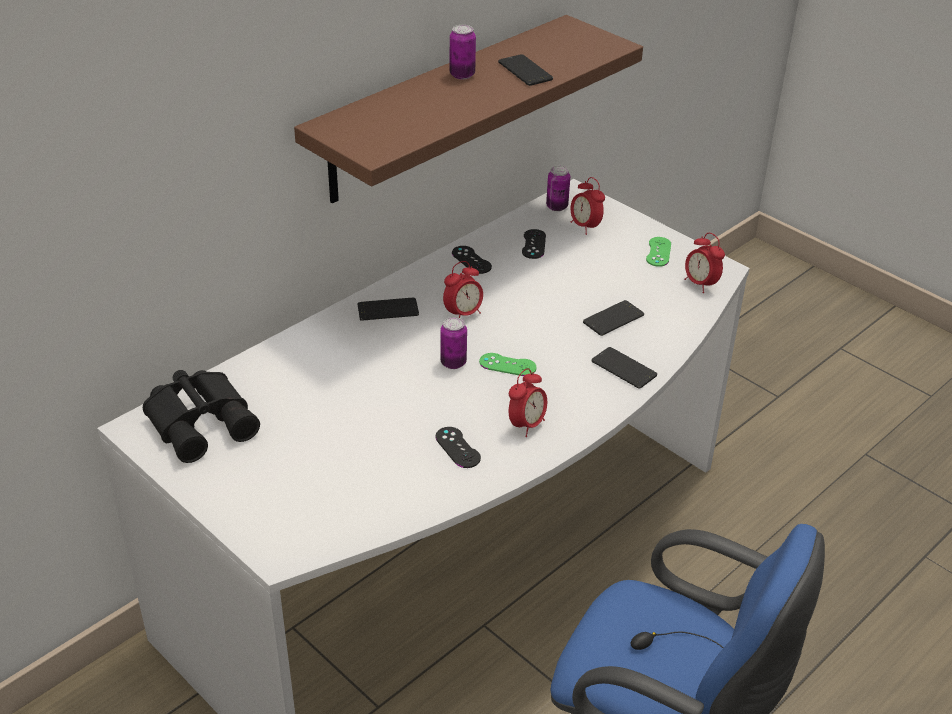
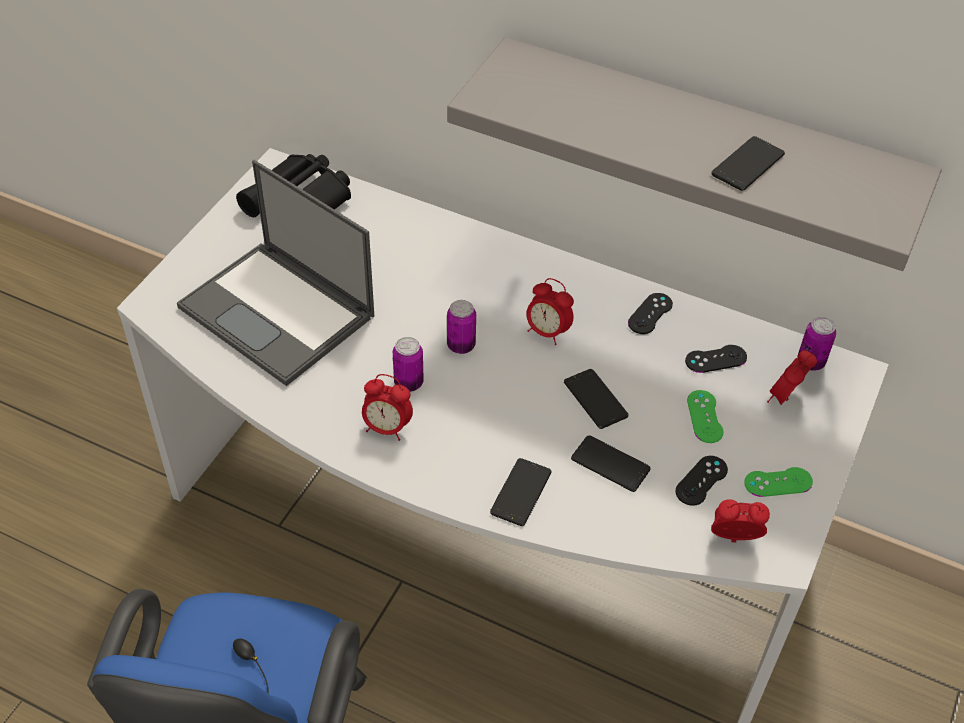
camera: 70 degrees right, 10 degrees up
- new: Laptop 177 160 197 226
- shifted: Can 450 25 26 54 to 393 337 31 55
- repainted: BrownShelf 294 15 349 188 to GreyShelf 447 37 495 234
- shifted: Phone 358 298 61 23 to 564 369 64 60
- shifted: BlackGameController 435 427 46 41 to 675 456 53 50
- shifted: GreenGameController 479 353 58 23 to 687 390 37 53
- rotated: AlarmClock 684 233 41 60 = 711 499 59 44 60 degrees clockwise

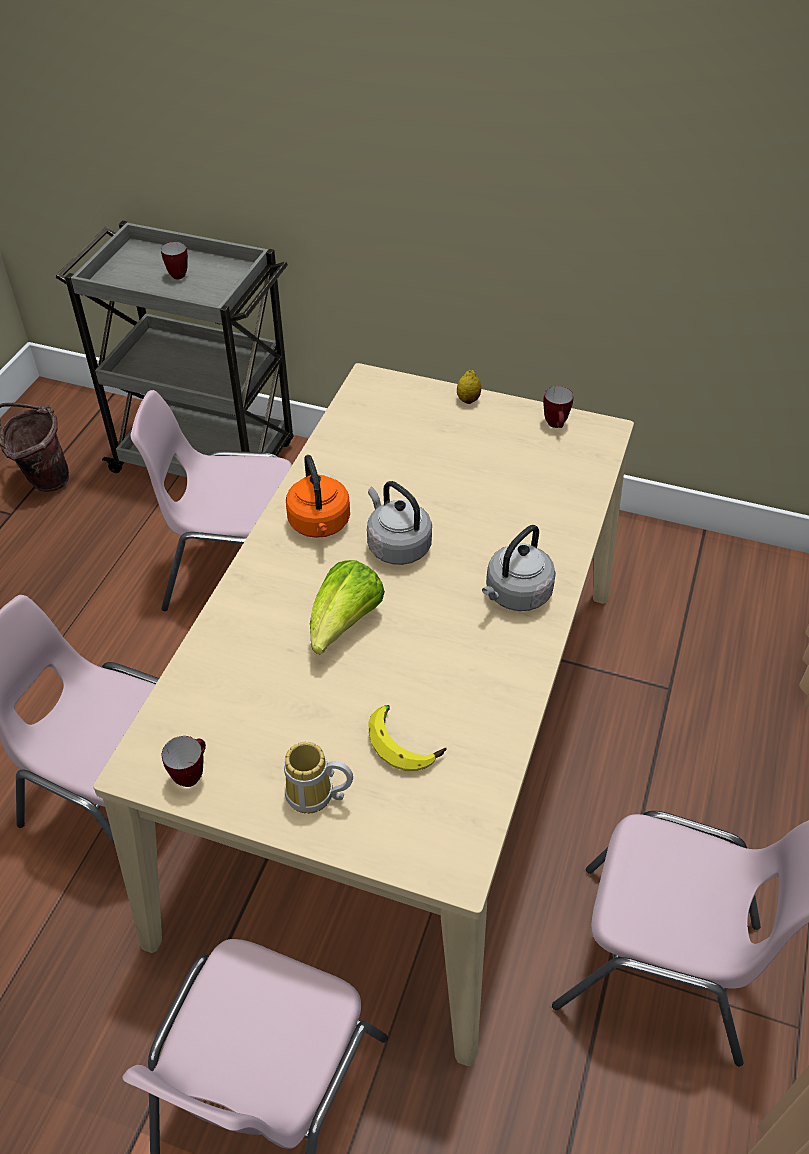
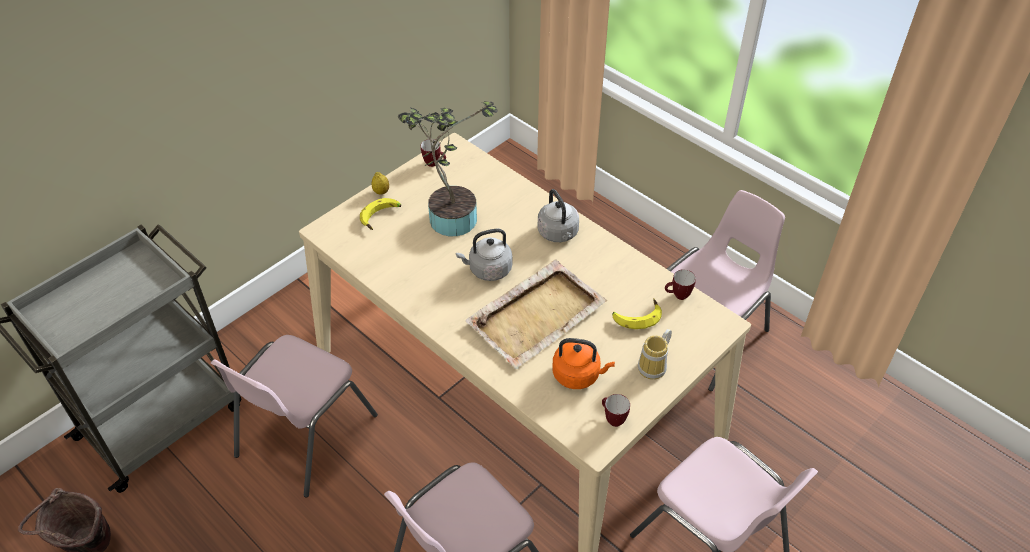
camera: 65 degrees left, 0 degrees up
- new: Banana 360 198 41 32
- new: PottedPlant 398 101 100 135
- swapped: Lettuce 310 560 75 94 to BeigeTray 465 259 142 110
- shifted: OrangeKettle 286 455 64 83 to 552 338 63 51
- shifted: Mug 161 242 27 37 to 665 269 31 31

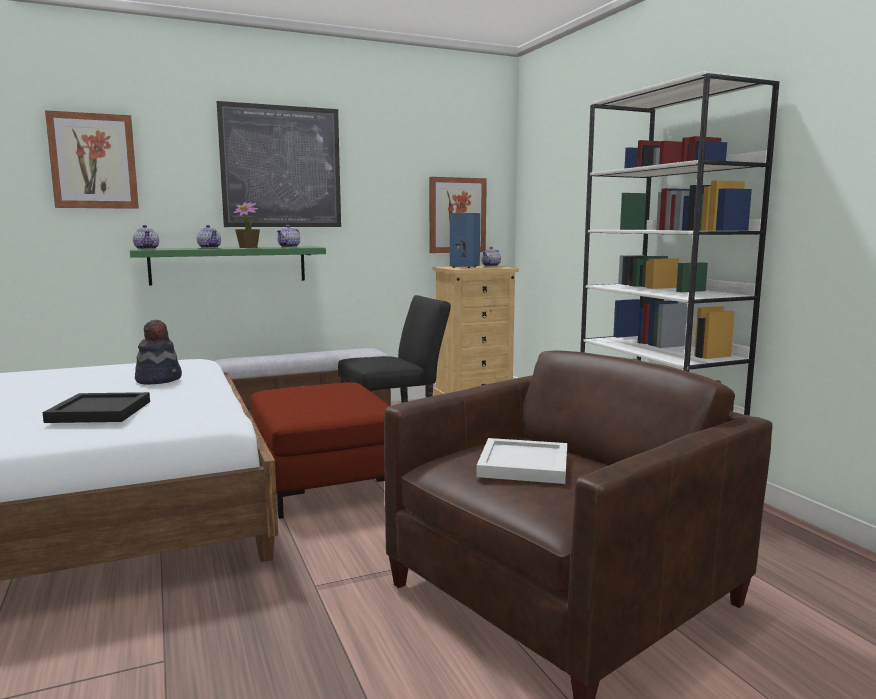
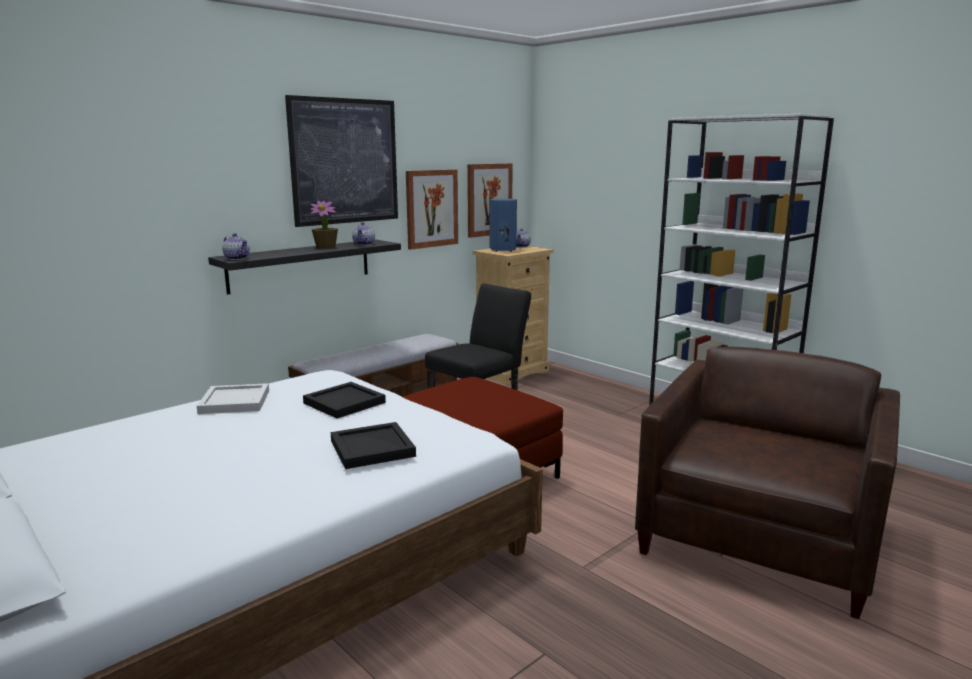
camera: 20 degrees left, 5 degrees up
- shifted: WhiteTray 476 438 91 46 to 197 383 72 31
- repainted: GreenShelf 130 246 196 40 to BlackShelf 208 240 193 55
- swapped: Hat 135 320 47 65 to BlackTray 303 382 83 37
- shifted: Picture 45 110 94 99 to 406 169 52 81
- gone: Teapot 197 225 24 23

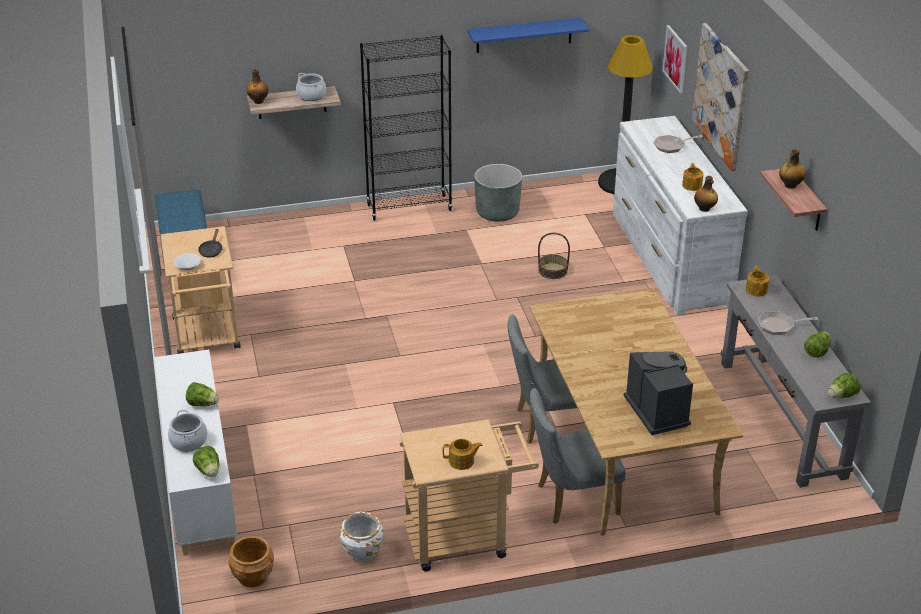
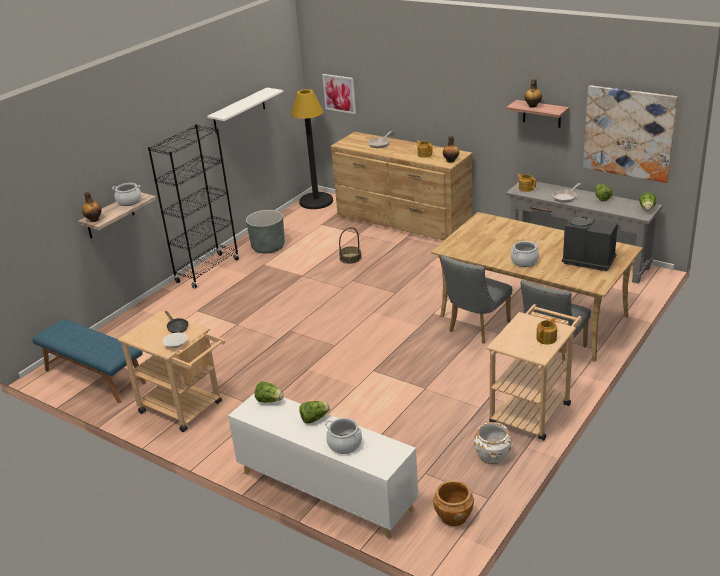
camera: 40 degrees left, 5 degrees down
- repainted: BlueShelf 467 17 123 36 to WhiteShelf 207 88 76 45
- shifted: Lettuce 193 446 26 31 to 254 382 30 21
- repainted: WhiteDresser 613 116 135 200 to BrownDresser 331 132 142 108
- new: CookingPot 511 241 28 26
- shifted: Picture 692 23 57 148 to 583 85 95 98

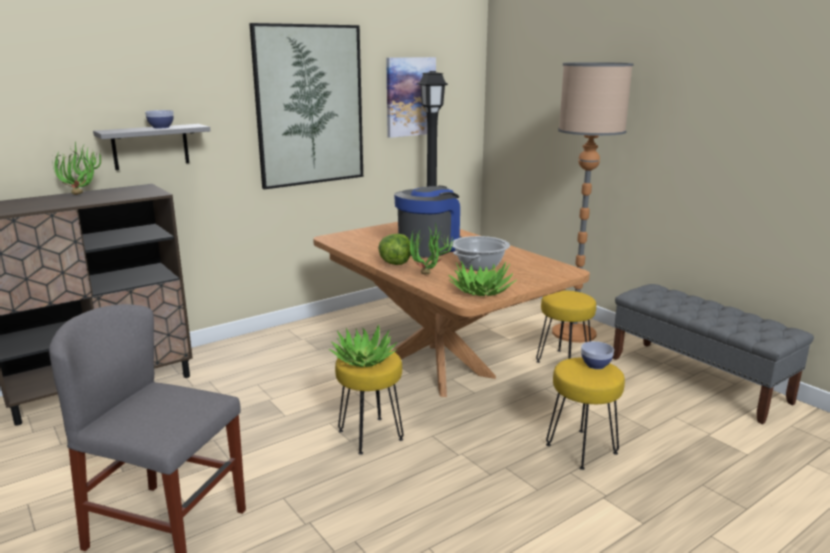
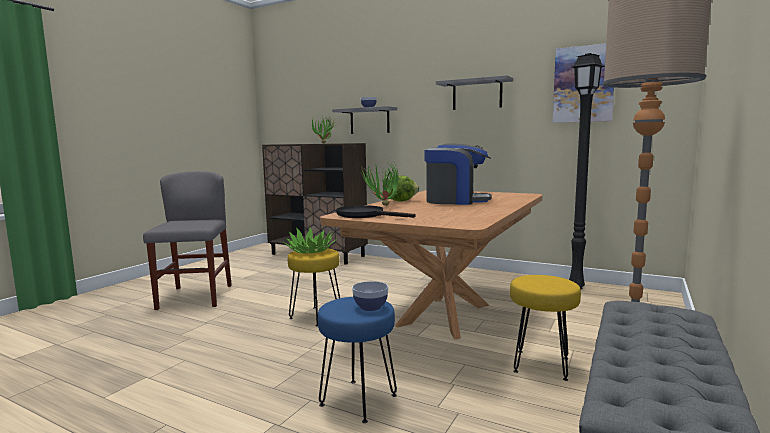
camera: 65 degrees right, 10 degrees down
- repainted: YellowStool 546 358 79 112 to BlueStool 318 297 79 126
- swapped: PottedPlant 448 261 68 35 to BlackFryingPan 336 205 80 13
- swapped: Picture 249 23 114 166 to GreyShelf 436 75 77 35
- gone: CookingPot 452 236 58 35

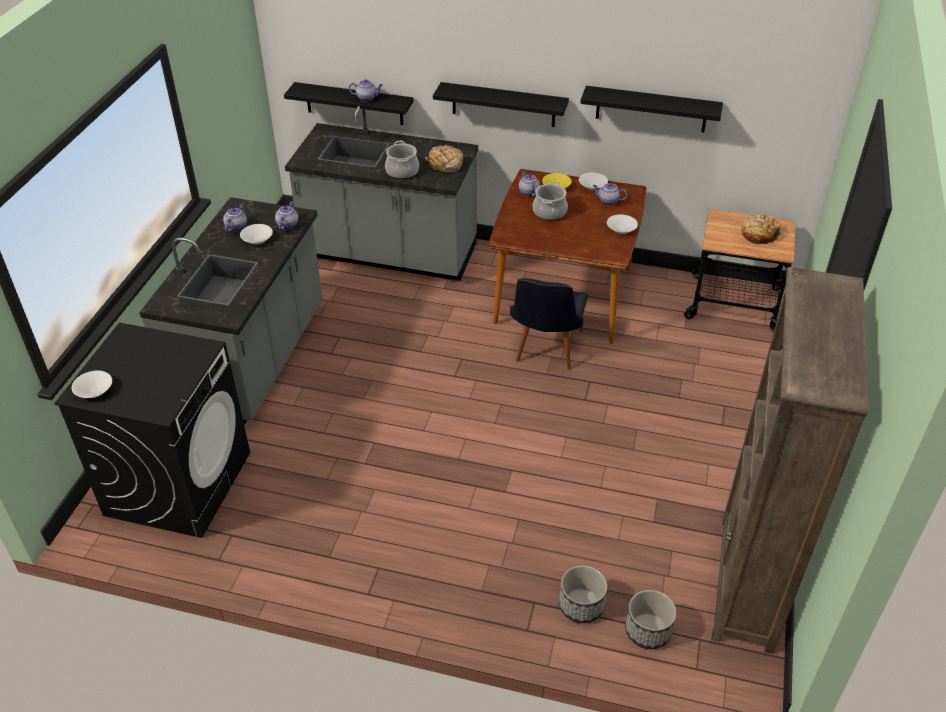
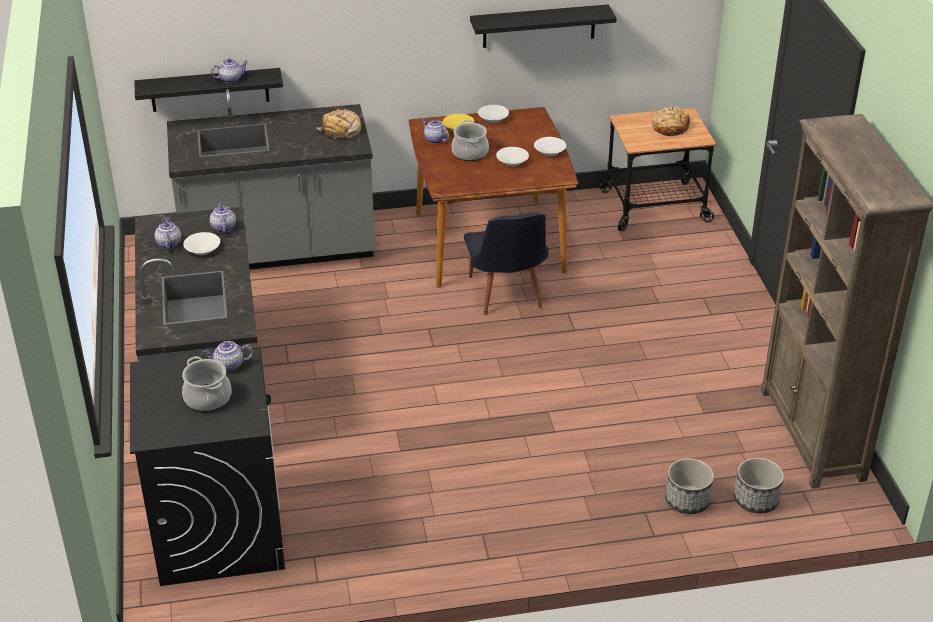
camera: 25 degrees left, 5 degrees down
- shifted: CookingPot 385 141 34 38 to 182 356 49 55
- shifted: Teapot 593 183 34 23 to 203 341 50 31
- shifted: WhiteBowl 72 371 40 27 to 496 147 33 19
- gone: BlackShelf 433 82 136 45

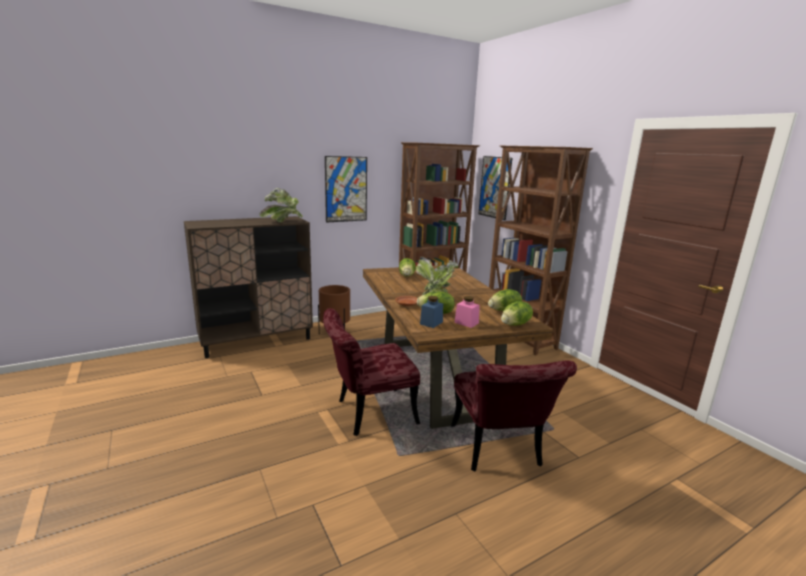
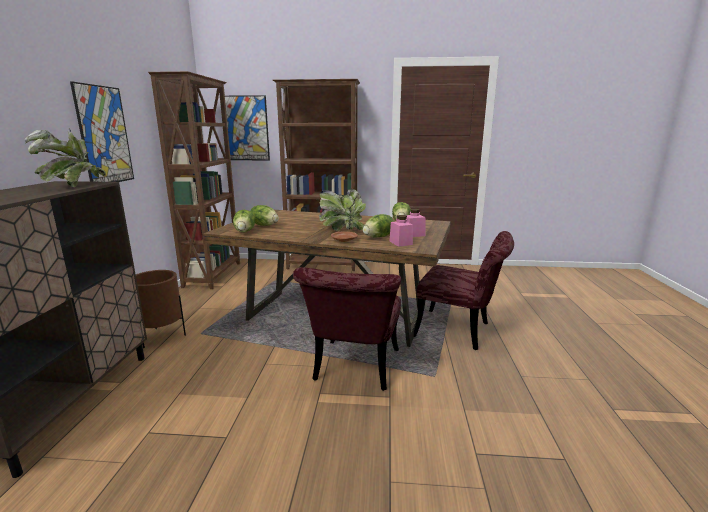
camera: 55 degrees left, 0 degrees up
- shifted: Lettuce 501 301 32 25 to 233 210 22 22
- repainted: BlueJar 420 296 23 32 to PinkJar 389 215 24 32

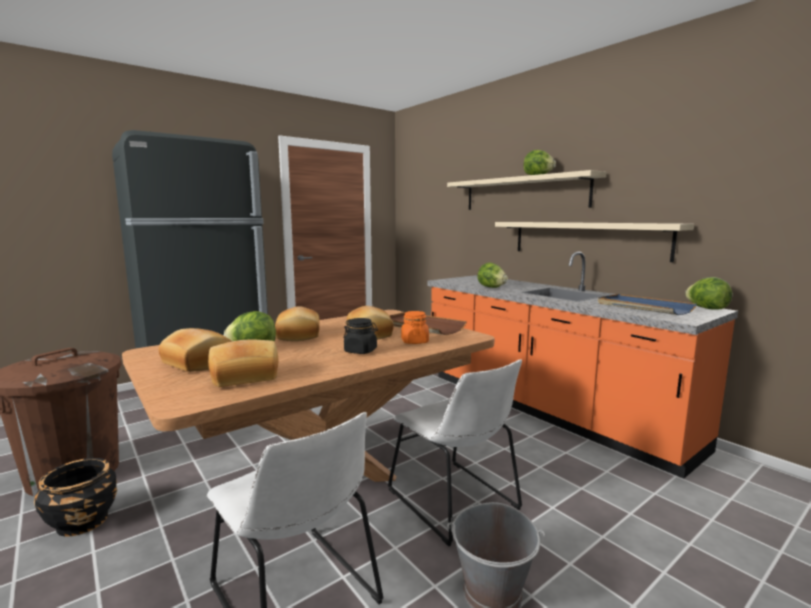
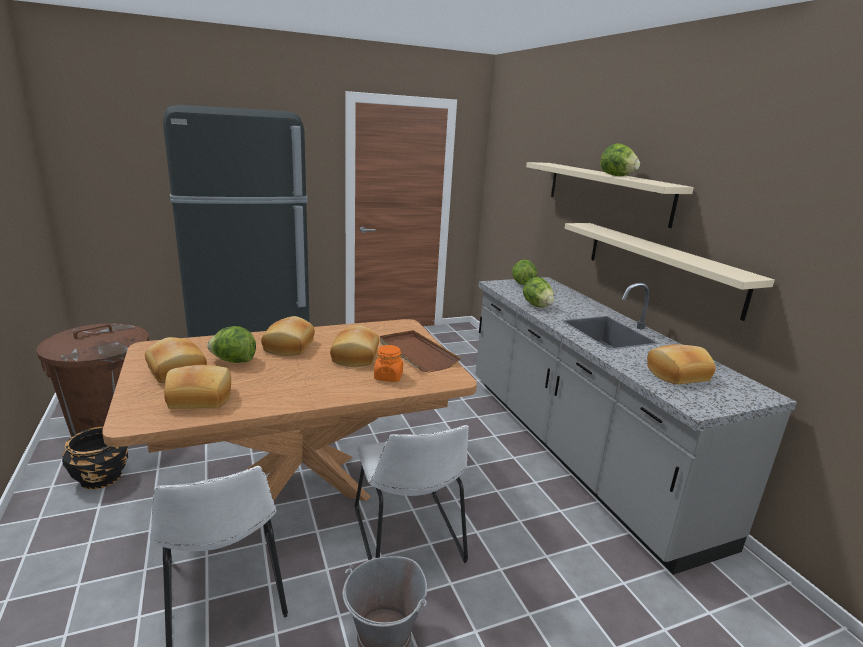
camera: 15 degrees right, 10 degrees up
- repainted: OrangeCounter 427 251 311 228 to GreyCounter 476 277 321 298
- shifted: Lettuce 685 277 47 33 to 512 259 25 26
- swapped: BlueTray 598 294 99 21 to Bread 647 344 69 41
- gone: BlackJar 344 318 34 36

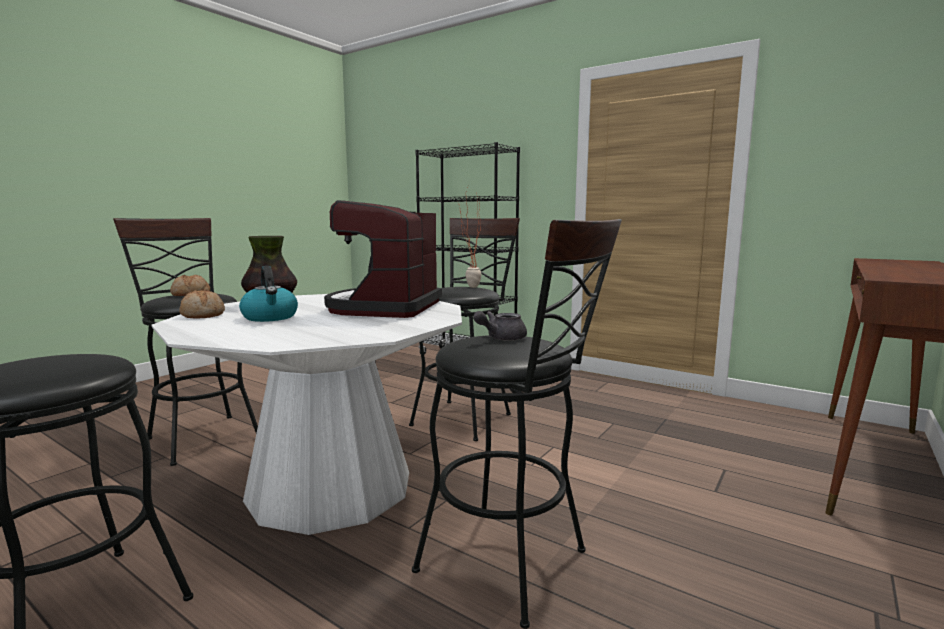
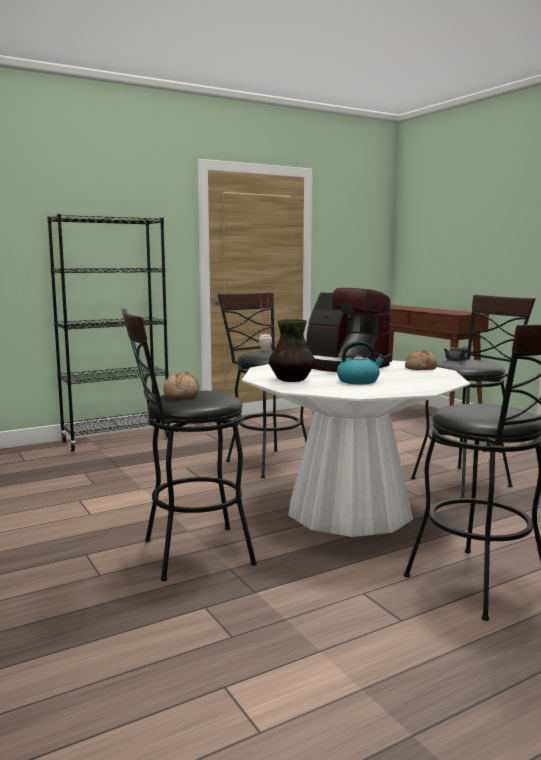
camera: 65 degrees left, 0 degrees up
- shifted: Bread 179 289 46 30 to 405 351 32 19

